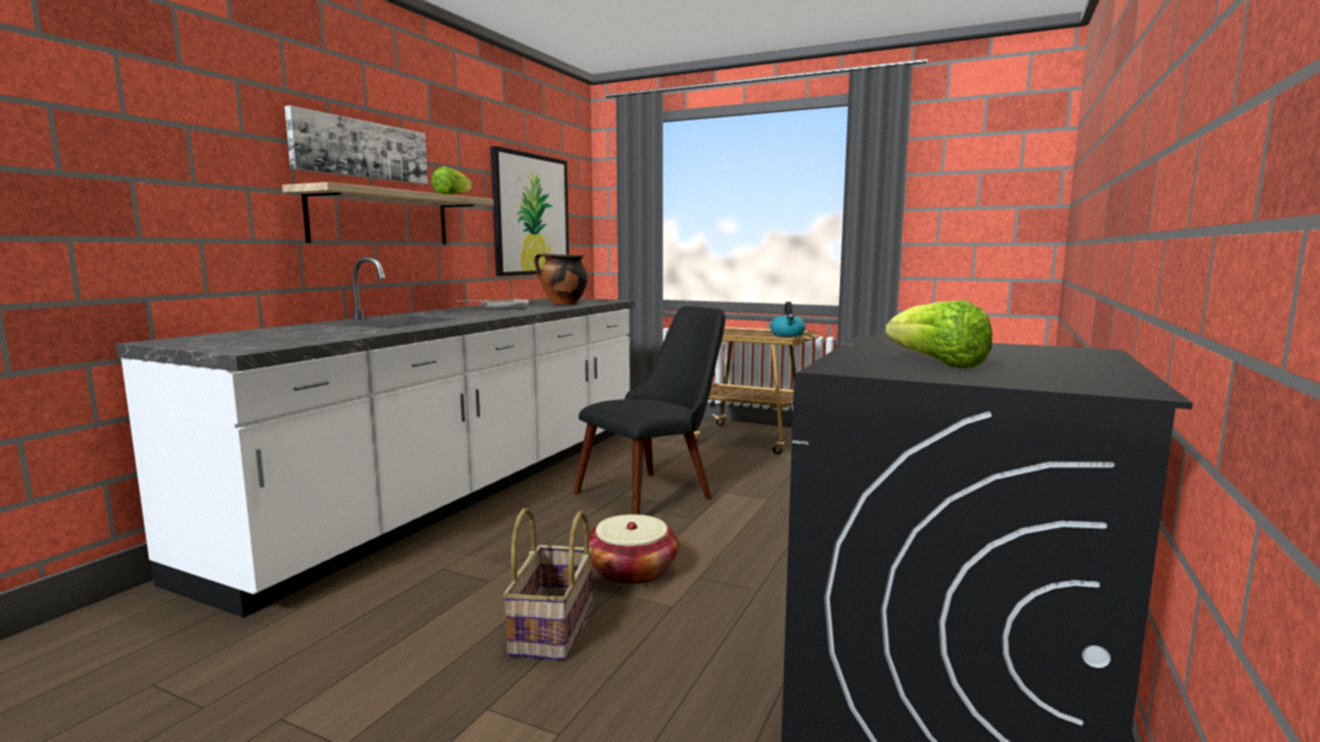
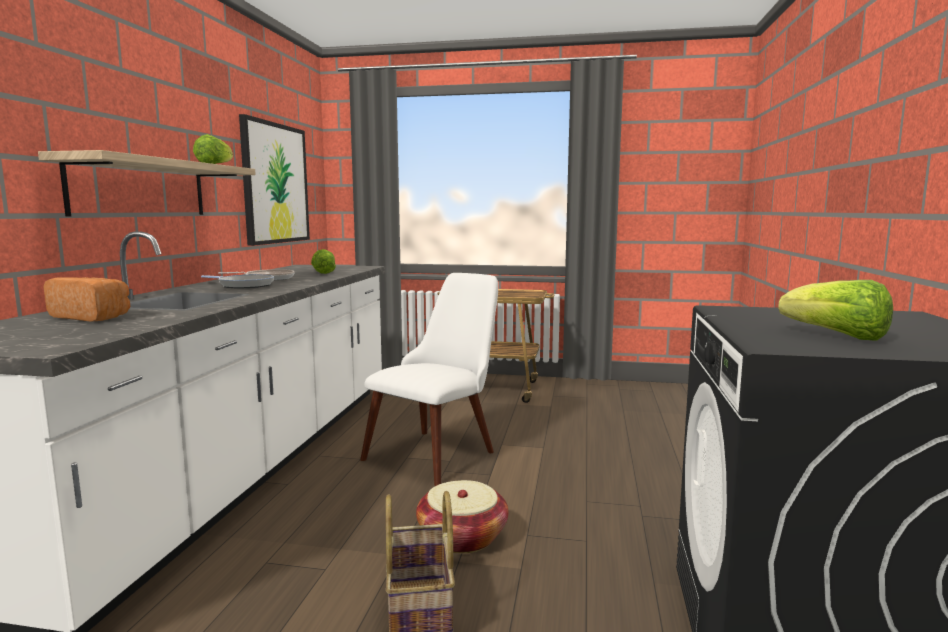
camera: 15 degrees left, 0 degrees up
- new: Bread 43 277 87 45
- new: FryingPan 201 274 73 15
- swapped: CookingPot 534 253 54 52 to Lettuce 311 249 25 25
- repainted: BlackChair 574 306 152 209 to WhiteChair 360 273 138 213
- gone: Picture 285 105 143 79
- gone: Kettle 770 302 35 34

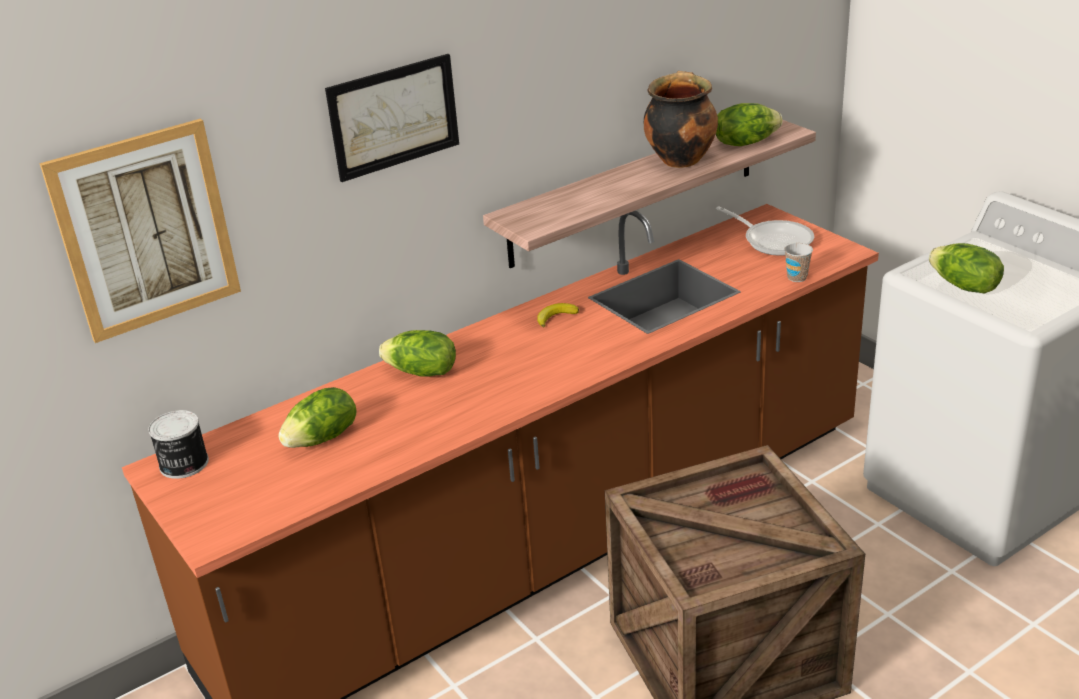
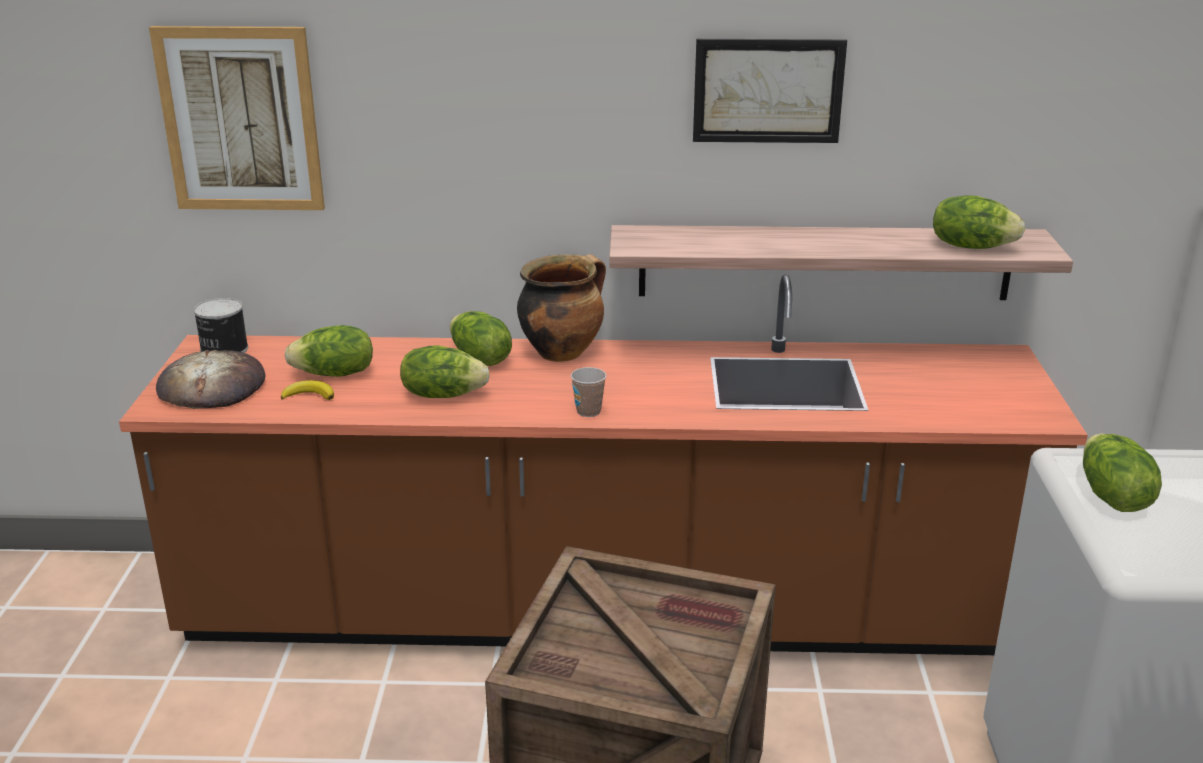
camera: 35 degrees right, 5 degrees down
- new: Bread 156 350 110 59
- shifted: Banana 537 303 42 25 to 281 380 53 20
- new: Lettuce 400 345 90 53
- shifted: CookingPot 644 71 74 97 to 517 254 89 108
- shifted: Cup 784 243 29 39 to 571 367 36 50
- shifted: Picture 325 54 134 128 to 693 39 154 104
- gone: FryingPan 716 206 98 50

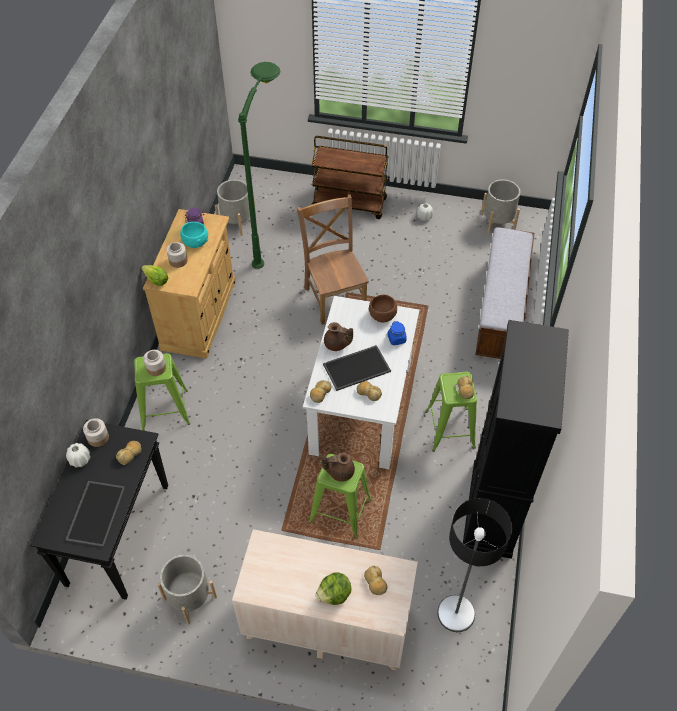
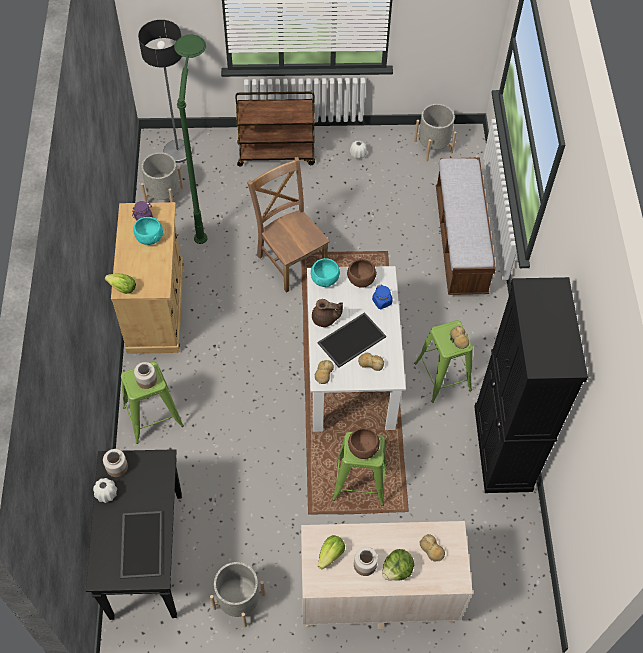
camera: 15 degrees left, 5 degrees up
- shifted: FloorLamp 437 498 75 134 to 138 20 54 143
- new: TurquoiseBowl 311 258 29 29
- new: Lettuce 318 535 27 35
- swapped: BrownTeapot 322 452 33 30 to BrownBowl 348 427 32 32
- shifted: Jar 166 242 22 26 to 354 547 24 29
- gone: Bread 116 441 26 24

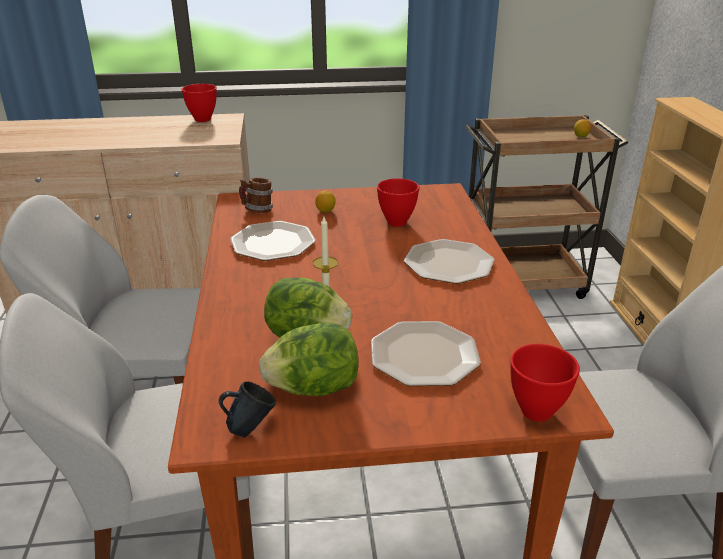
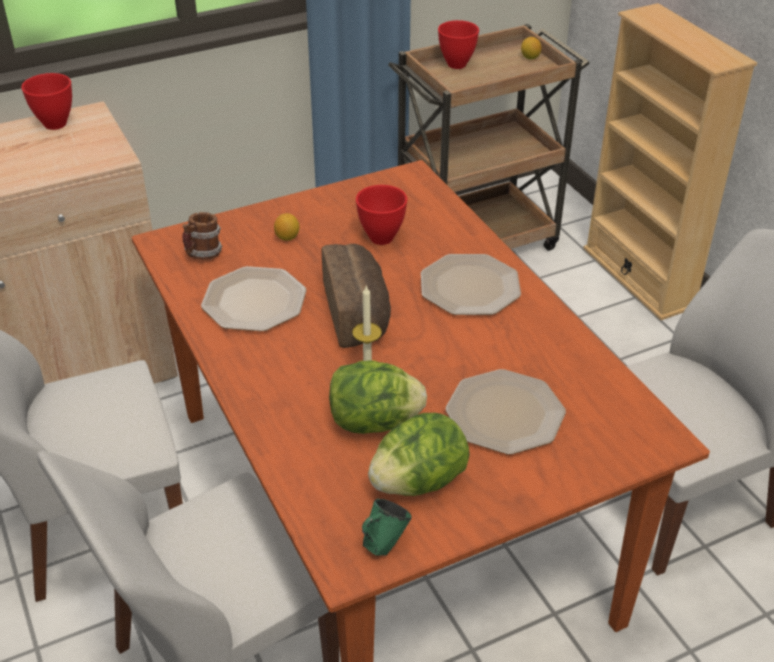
camera: 20 degrees left, 10 degrees up
- new: Bread 322 244 69 104
- repainted: BlueMug 219 381 57 57 to GreenMug 362 499 50 57
- shifted: RedBowl 510 344 70 78 to 438 20 41 49

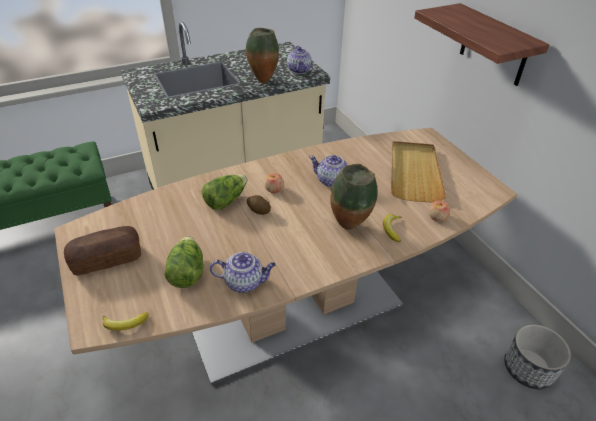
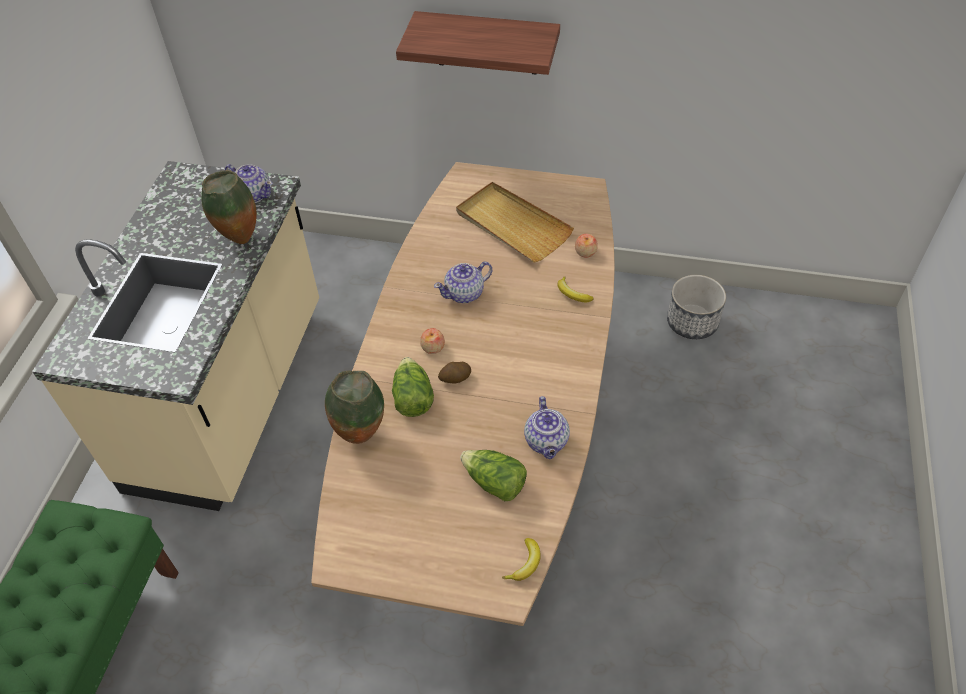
camera: 50 degrees left, 10 degrees up
- shifted: Vase 330 164 48 66 to 325 371 59 73
- rotated: Teapot 210 252 66 41 = 524 396 46 63 135 degrees clockwise
- gone: Bread 64 226 77 49

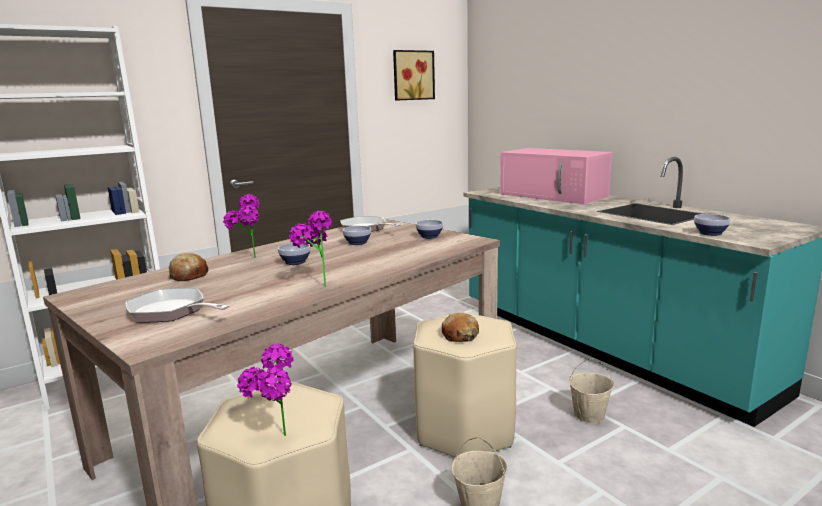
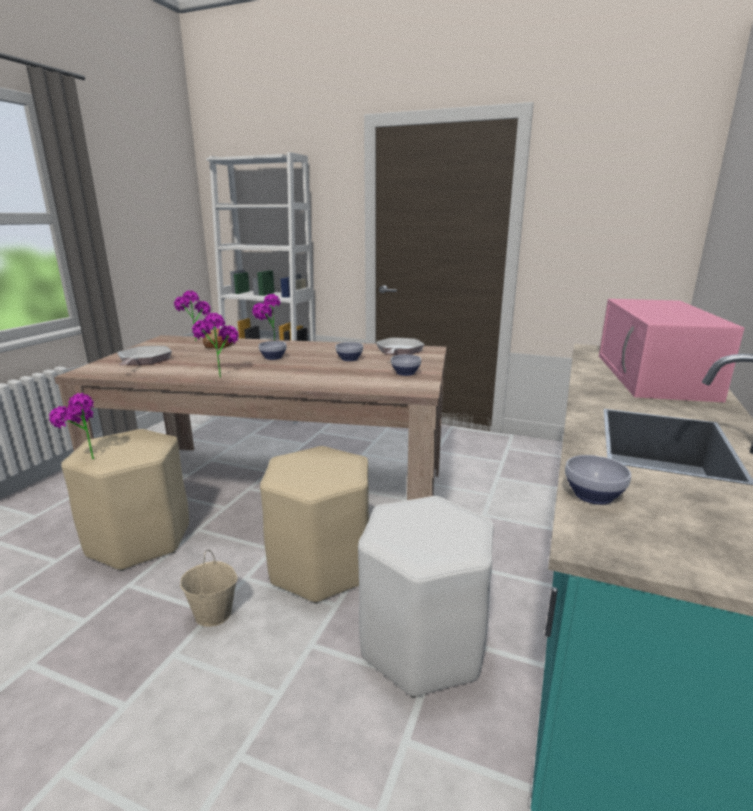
camera: 55 degrees right, 5 degrees up
- new: PottedPlant 174 290 37 52
- swapped: BeigeBucket 569 358 45 65 to WhiteStool 358 496 136 202
- gone: Picture 393 50 42 51
- gone: Bread 442 313 37 29

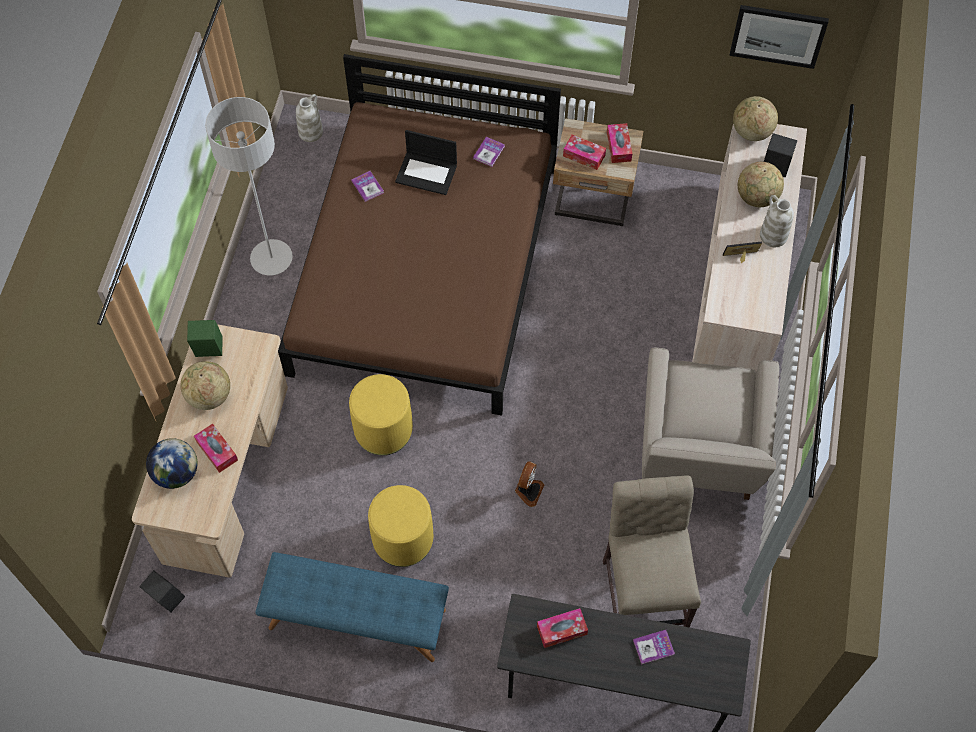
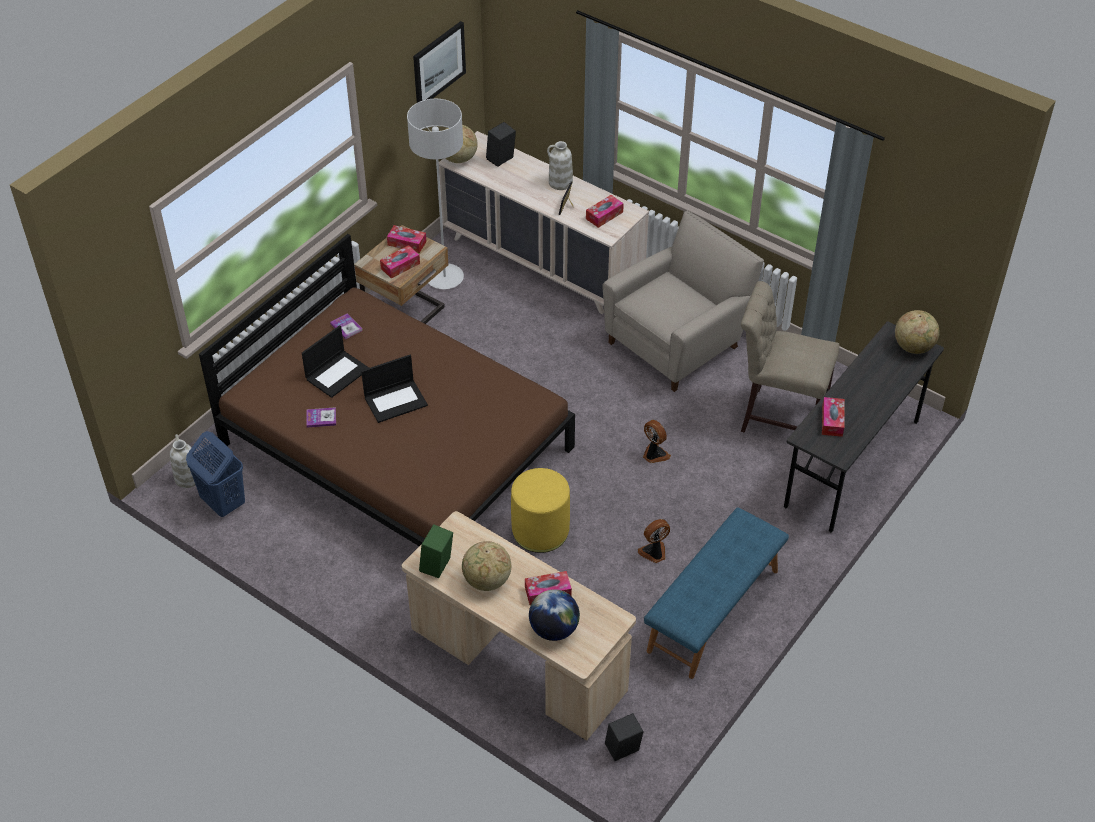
camera: 65 degrees left, 15 degrees down
- new: BlueLaundryBasket 186 431 59 86
- new: Laptop 361 355 67 68
- shifted: GreyFloorLamp 205 97 88 178 to 407 99 57 190
- new: TissueBox 586 195 38 33
- rotated: BeigeArmchair 642 348 137 152 = 602 211 162 181 75 degrees counterclockwise
- swapped: YellowOttoman 368 485 65 82 to Fan 638 519 32 44
- shifted: Globe 738 162 46 45 to 895 310 45 44
- gone: Book 633 630 42 35

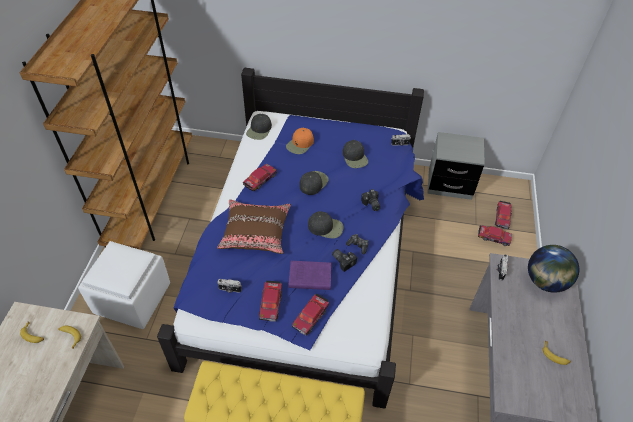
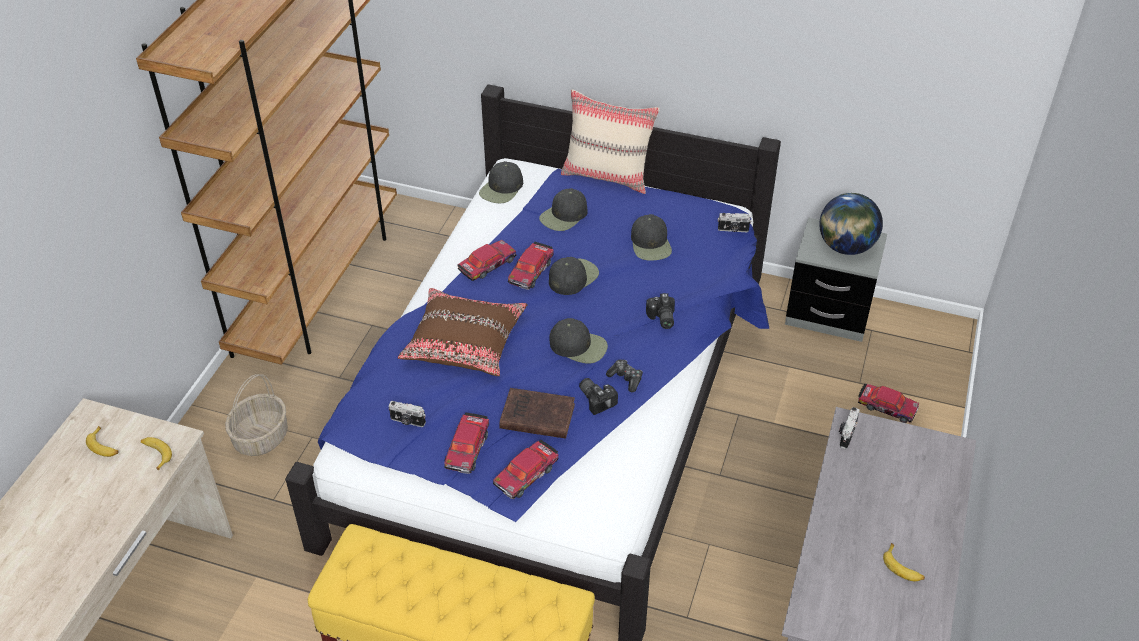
camera: 10 degrees right, 5 degrees down
- swapped: WhiteOttoman 78 241 92 88 to Basket 225 374 63 82
- repainted: PurpleBook 288 261 44 29 to BrownBook 499 388 76 51
- shifted: ToyCar 495 201 17 28 to 508 242 46 48
- repainted: OrangeCap 286 128 28 26 to BlackCap 539 188 49 43
- new: BeigePillow 561 89 99 105
- shifted: Globe 528 245 51 48 to 819 193 64 62

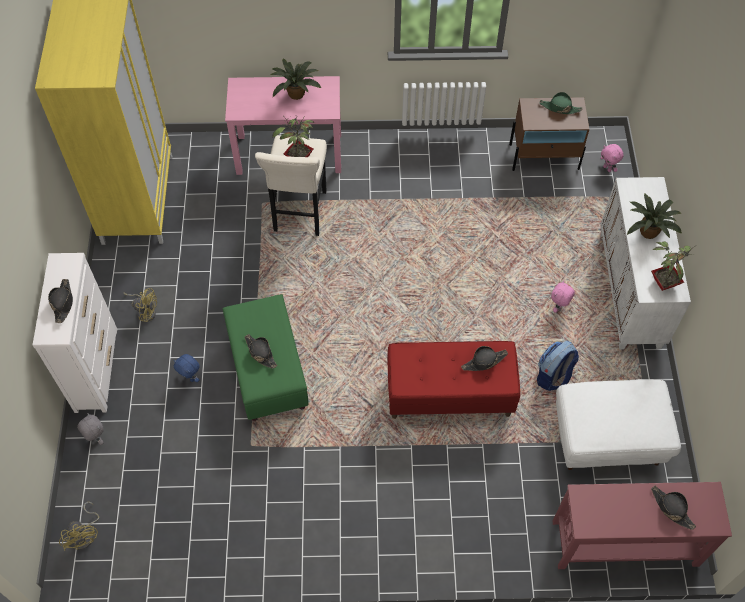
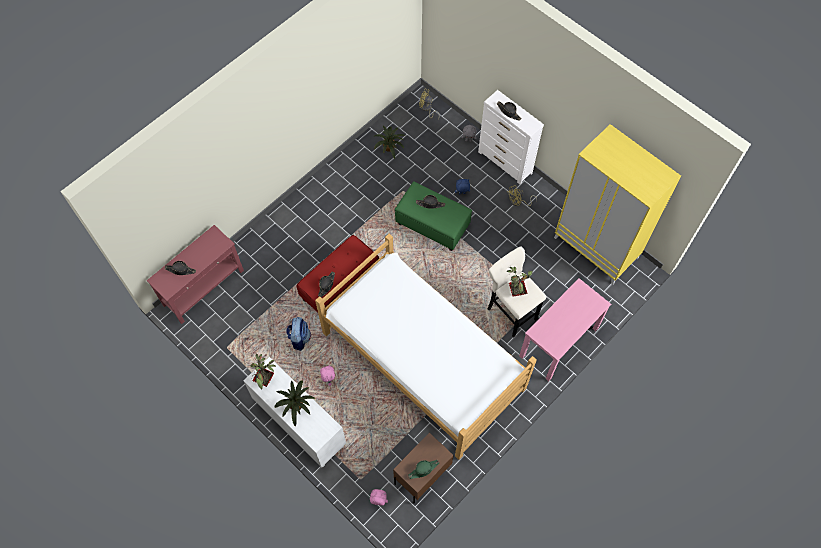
camera: 135 degrees right, 5 degrees up
- new: Bed 315 234 222 226
- shifted: PottedPlant 271 59 50 41 to 374 126 31 33
- gone: WhiteOttoman 556 379 125 91

